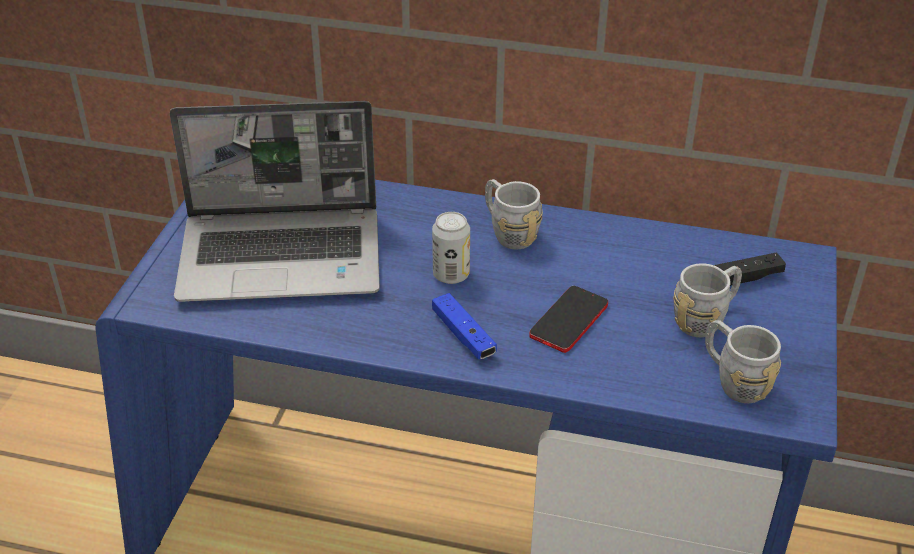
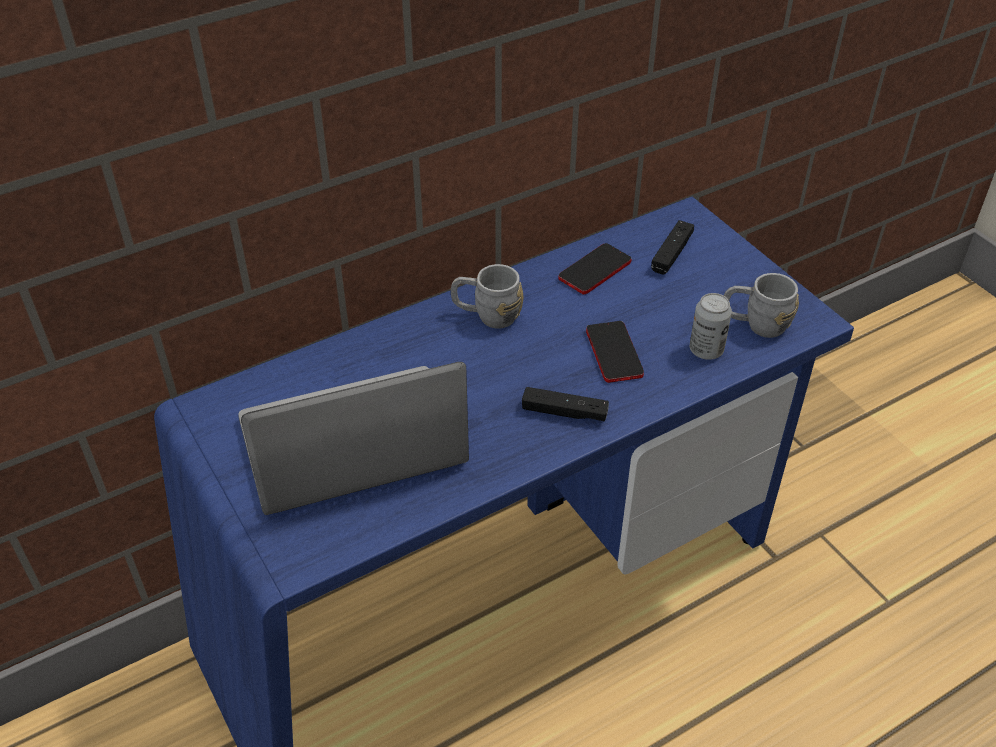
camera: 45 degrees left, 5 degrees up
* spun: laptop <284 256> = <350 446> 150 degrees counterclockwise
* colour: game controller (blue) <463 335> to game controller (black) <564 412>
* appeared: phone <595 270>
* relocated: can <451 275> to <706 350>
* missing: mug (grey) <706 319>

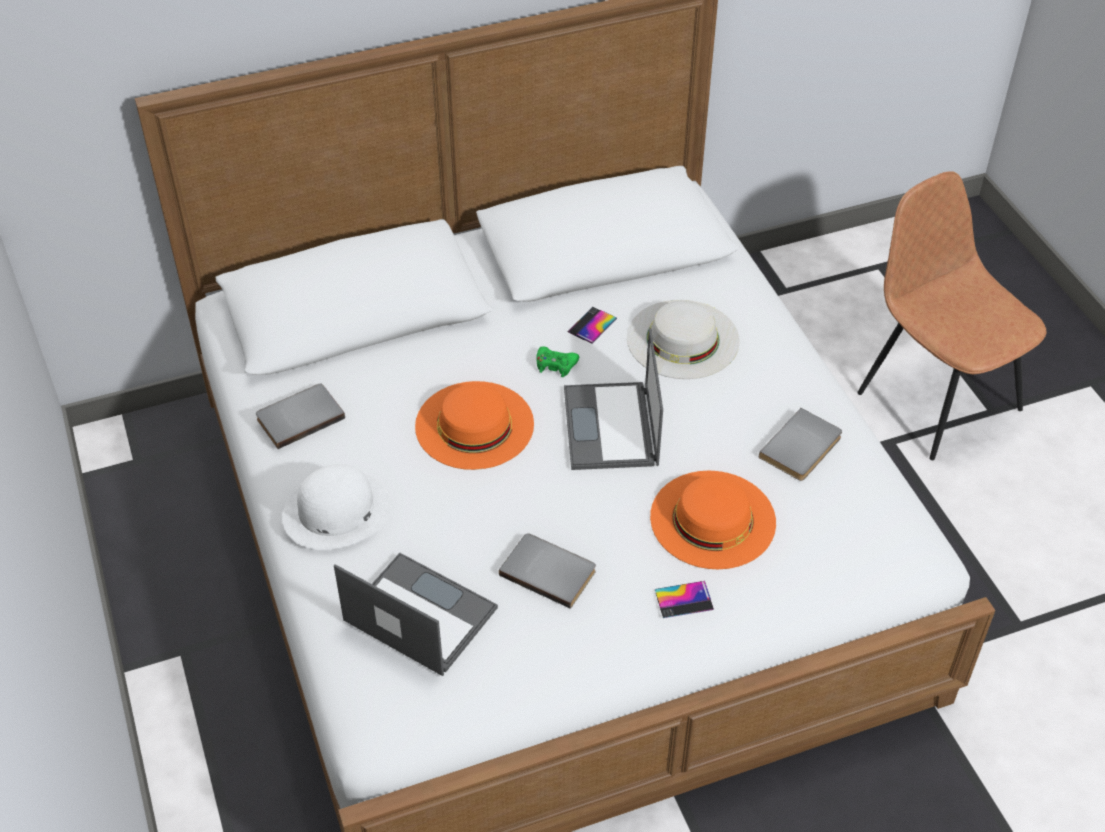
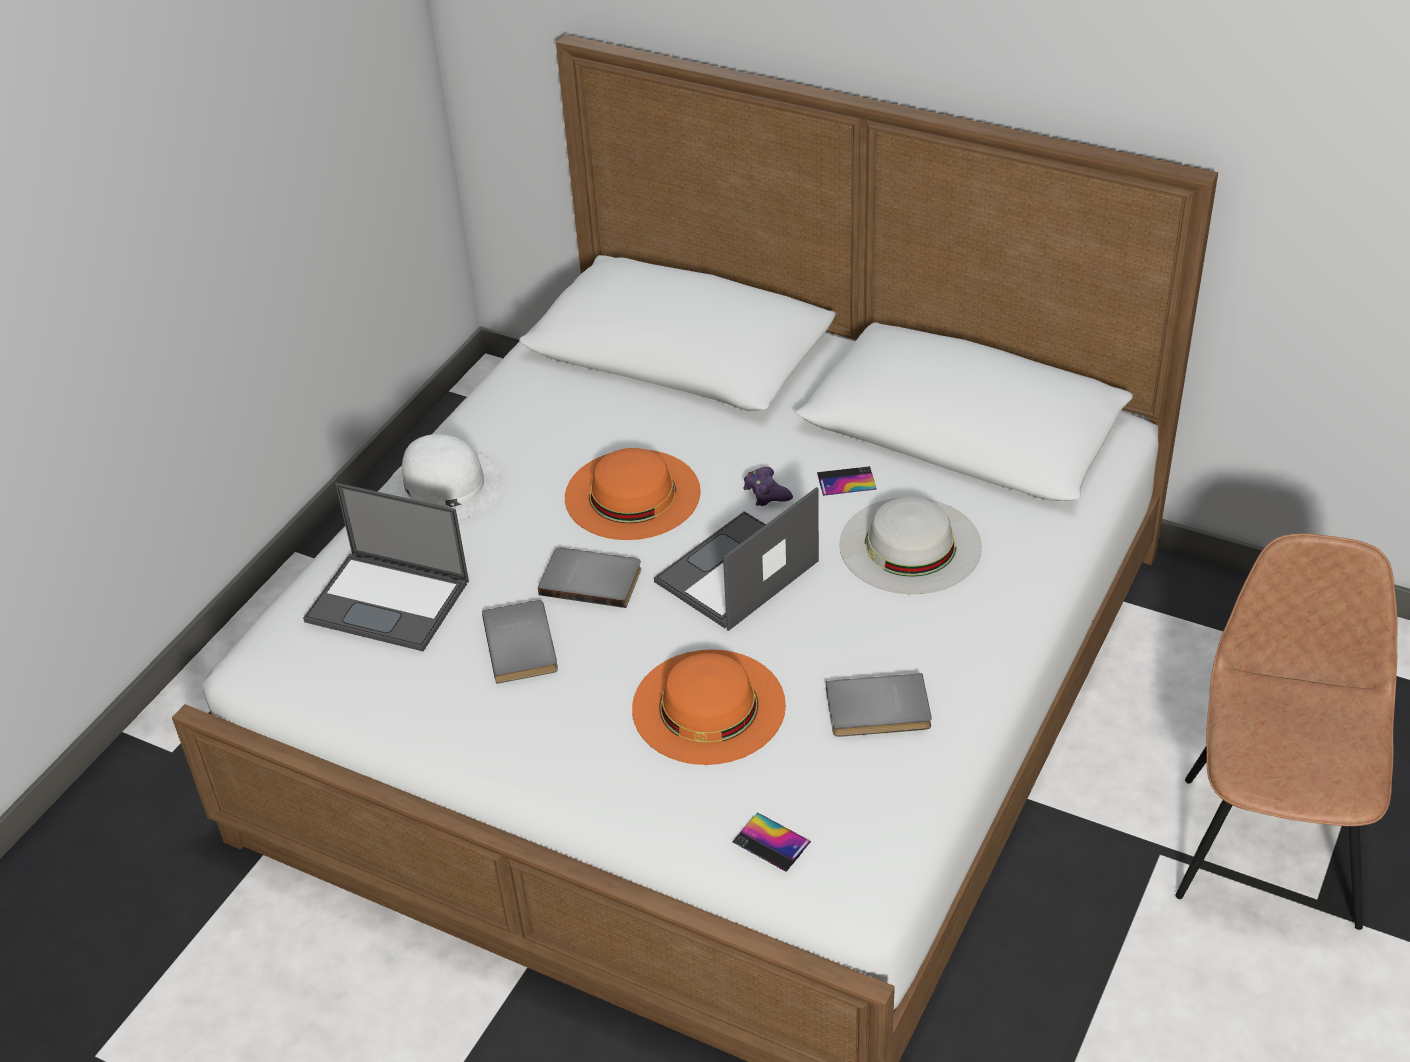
camera: 50 degrees right, 5 degrees down
* spun: laptop <418 614> = <390 601> 120 degrees clockwise
* relocated: book (grey) <299 416> to <591 579>
* relocated: phone <683 599> to <771 842>
* colour: game controller (green) <555 365> to game controller (purple) <766 492>

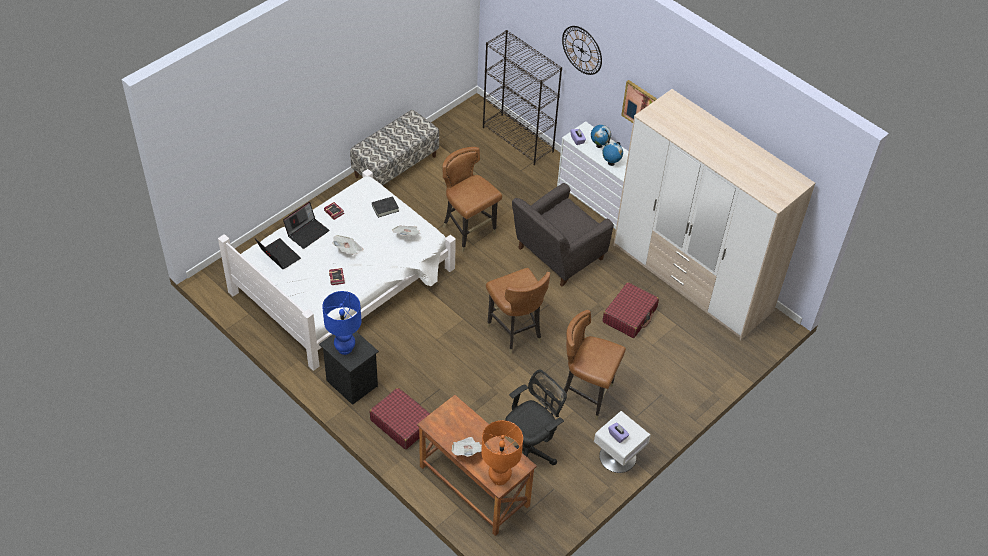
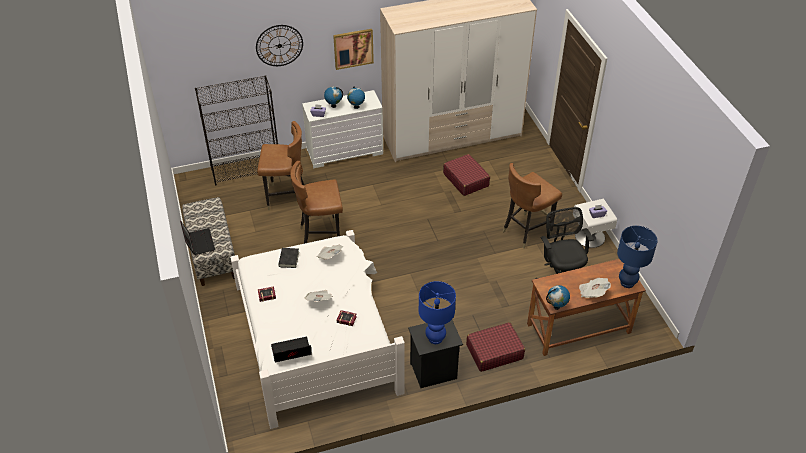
camera: 60 degrees left, 5 degrees down
* relocated: laptop <307 232> to <198 242>
* relocated: chair (brown) <515 332> to <285 197>
* appeared: globe <556 307>
* colour: table lamp (orange) <499 478> to table lamp (blue) <627 283>
* missing: armchair (grey) <557 256>

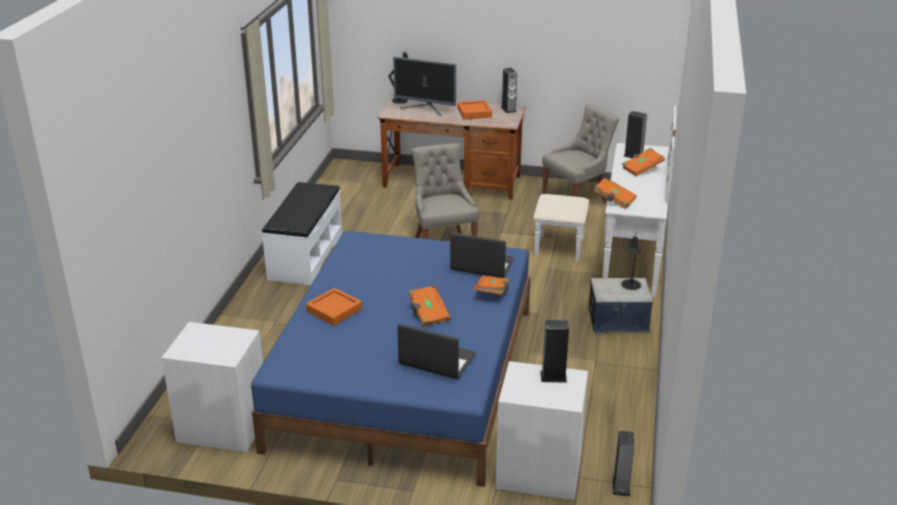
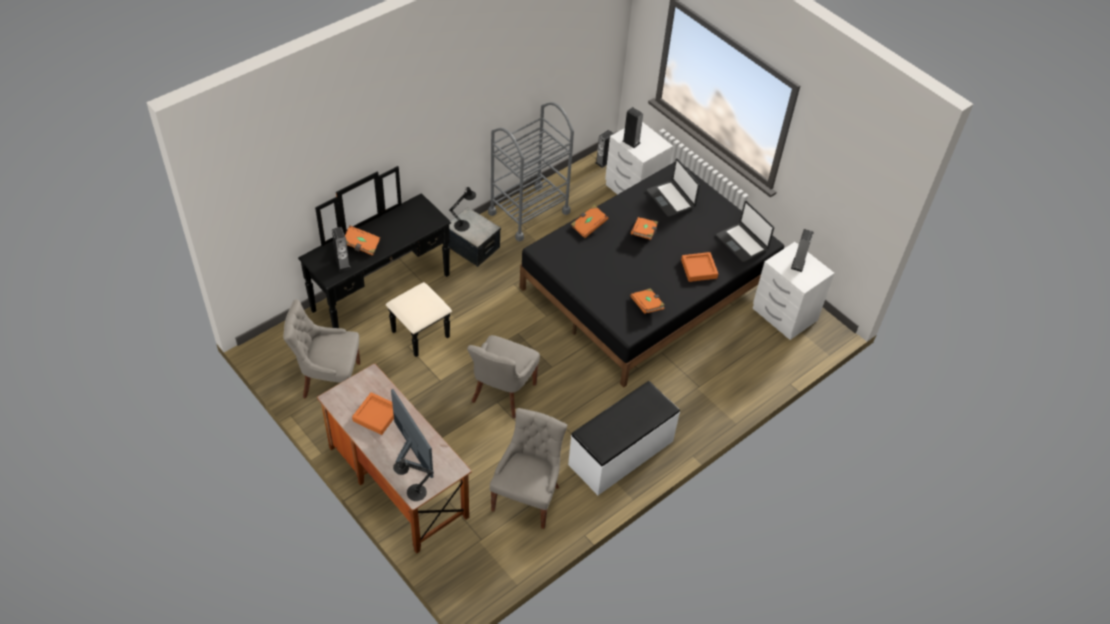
camera: 145 degrees left, 20 degrees up
* colour: dresser (white) <615 253> to dresser (black) <390 301>
* appeared: cart (grey) <529 212>
* appeared: chair (grey) <527 497>
* colour: bed (blue) <405 376> to bed (black) <648 287>
* relocated: book (orange) <614 200> to <647 305>
* relocated: laptop <482 265> to <742 243>
* relocated: speaker <508 109> to <798 264>

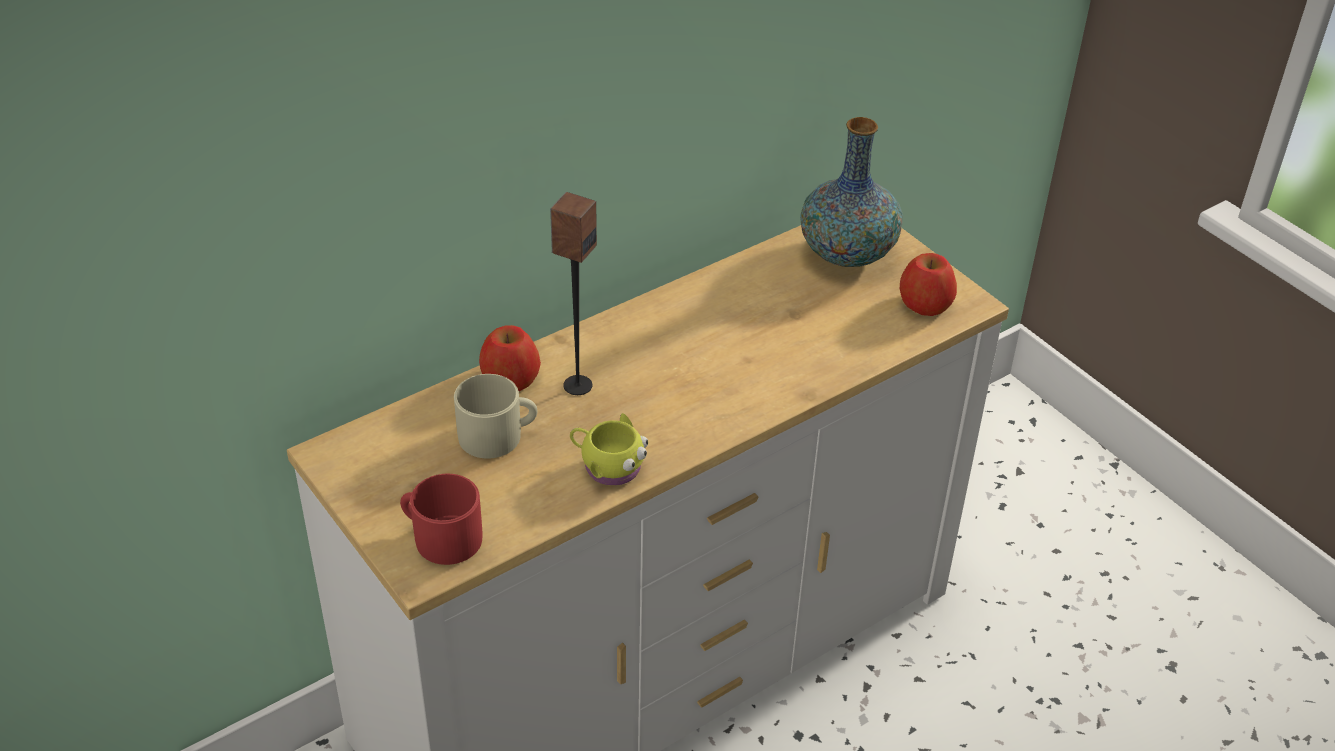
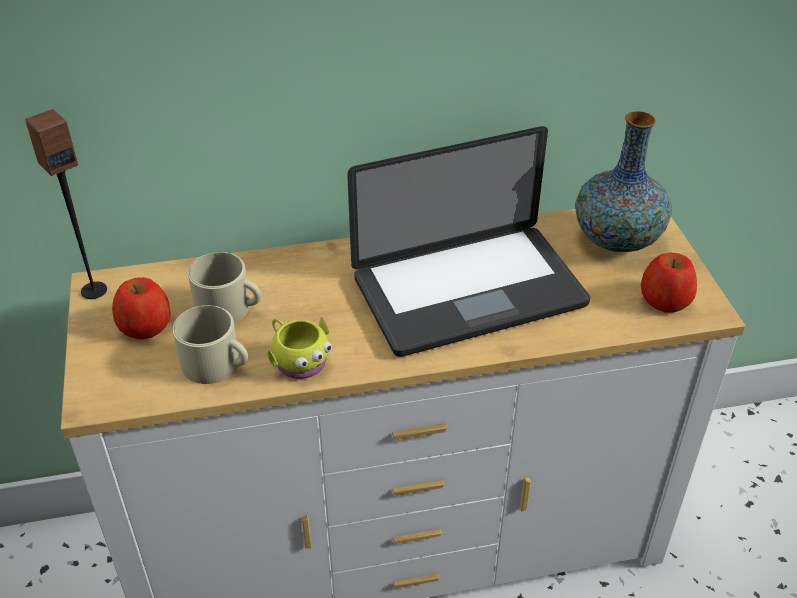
camera: 25 degrees right, 0 degrees up
* relocated: speaker <577 385> to <93 290>
* relocated: apple <511 377> to <145 325>
* appeared: mug (beige) <217 365>
* appeared: laptop <469 292>
* missing: mug (red) <441 536>

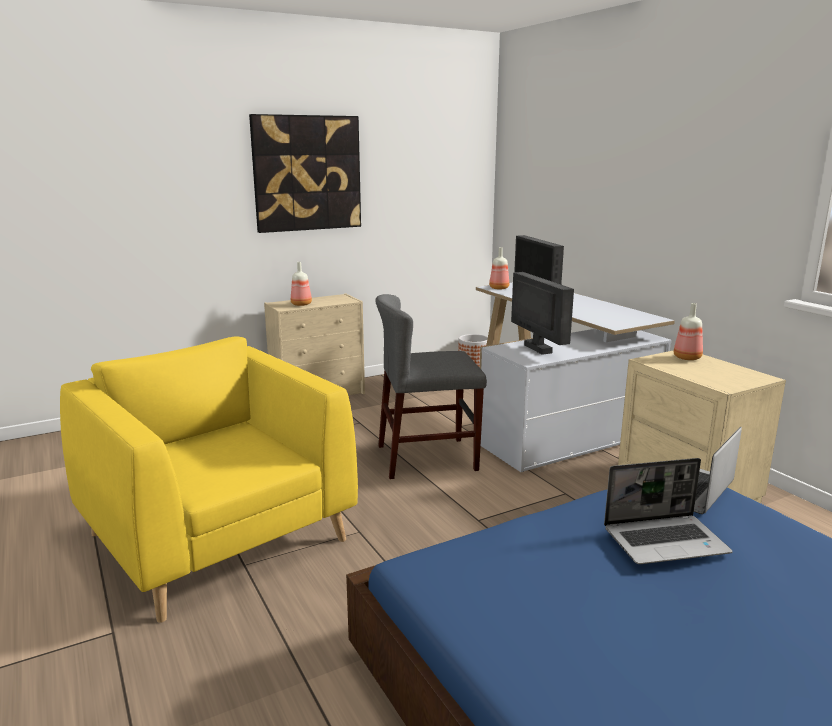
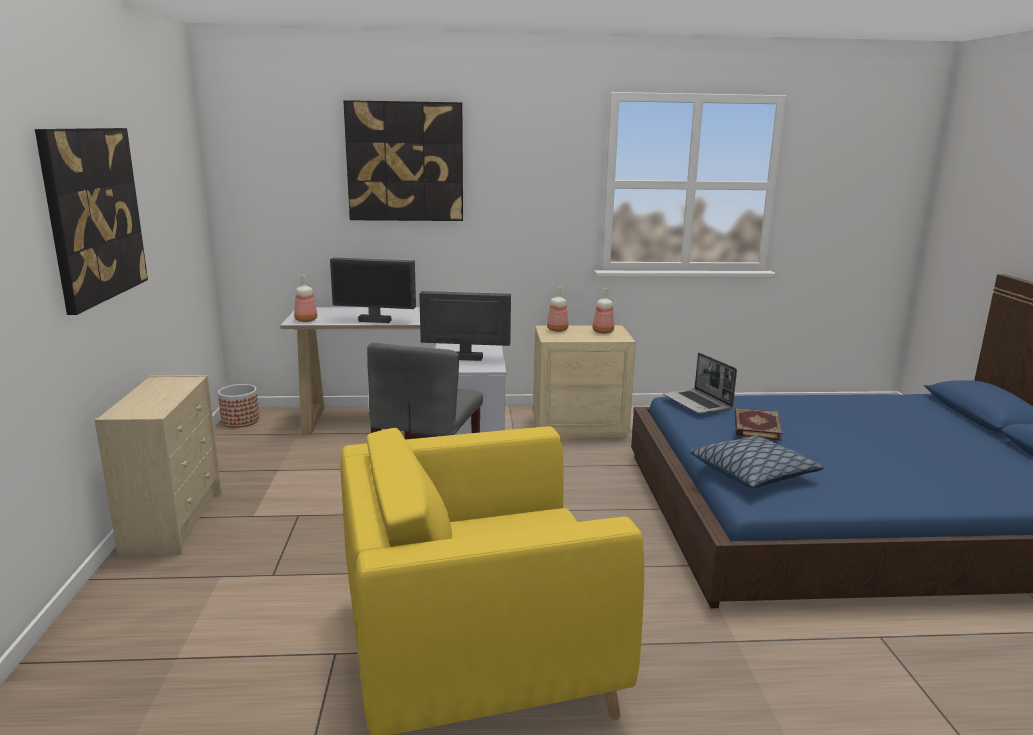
camera: 65 degrees left, 0 degrees up
* appeared: picture <405 162>
* relocated: bottle <301 304> to <602 332>
* appeared: pillow <752 473>
* exchanged: laptop <666 541> to book <755 426>

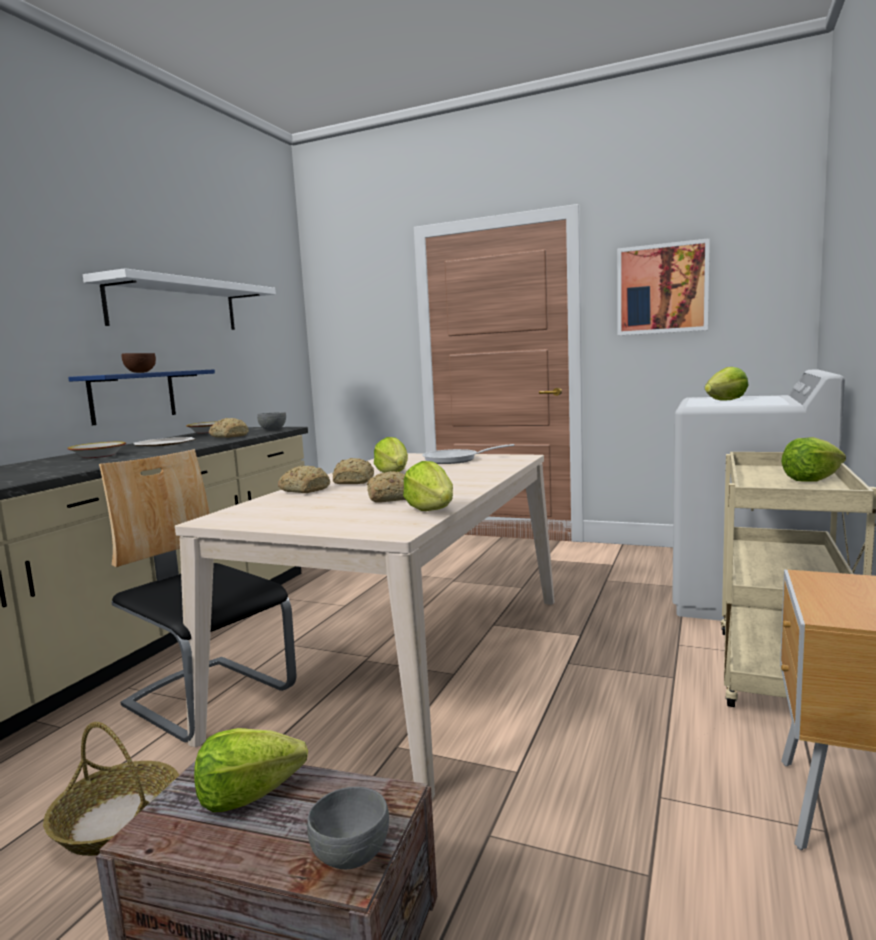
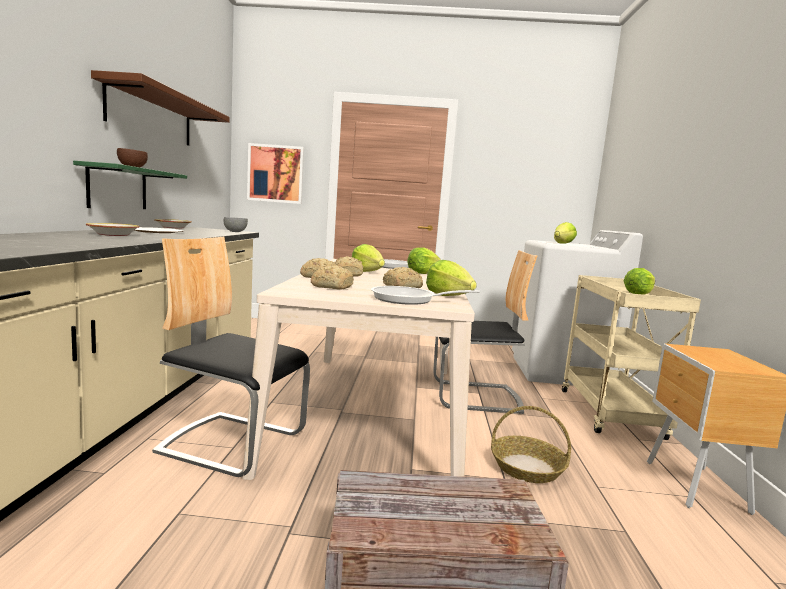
camera: 20 degrees left, 0 degrees up
* colour: shelf (blue) <133 396> to shelf (green) <118 188>
* colour: shelf (white) <174 306> to shelf (brown) <151 115>
* relocated: picture <662 289> to <276 174>
* relocated: bread <229 436> to <331 287>
* appeared: frying pan <409 300>
* relocated: lettuce <248 795> to <422 273>
* appeared: chair <475 396>
* relocated: basket <117 821> to <526 467>
* missing: bowl (grey) <351 857>

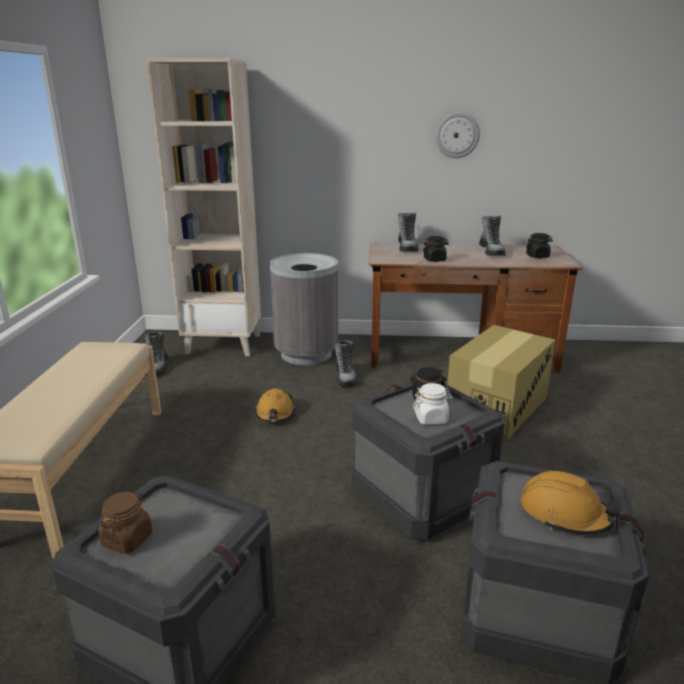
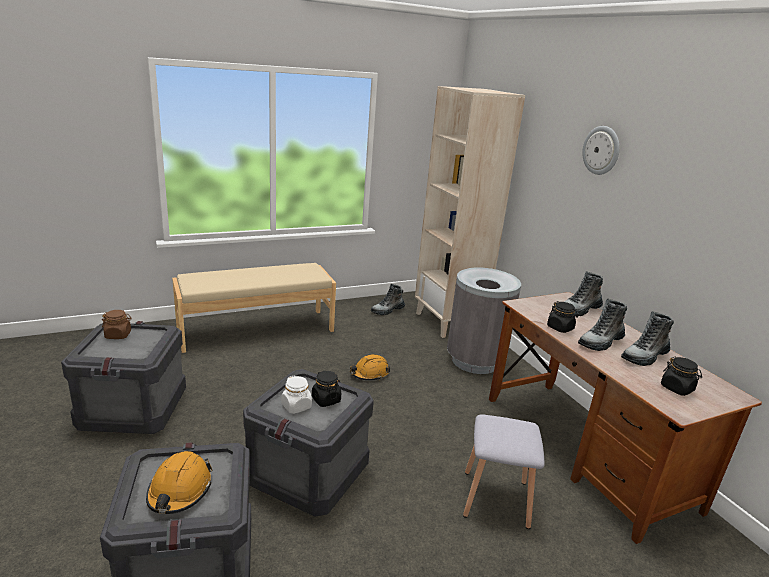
camera: 60 degrees right, 0 degrees up
* exchanged: cardboard box <497 406> to stool (grey) <495 497>
* relocated: boot <345 377> to <601 342>
* relocated: wall clock <457 135> to <601 150>

